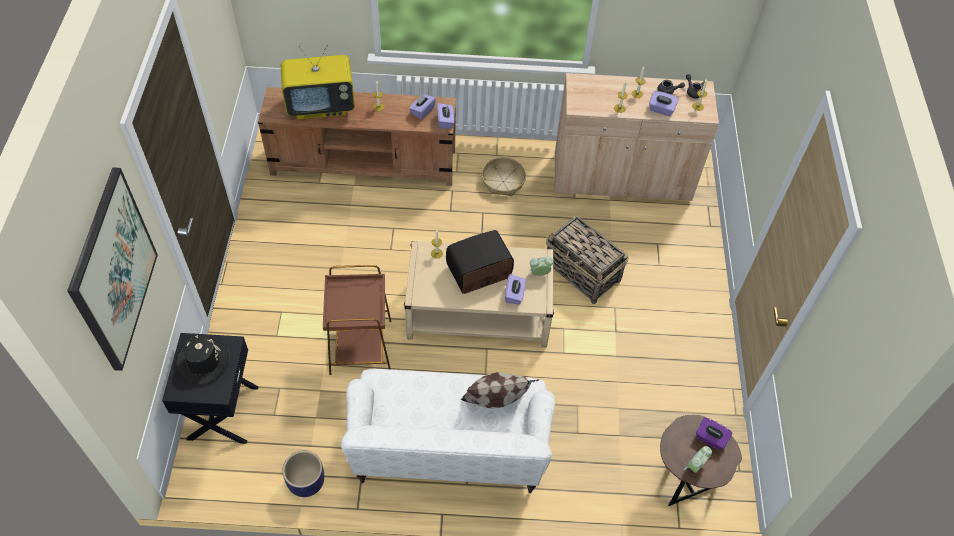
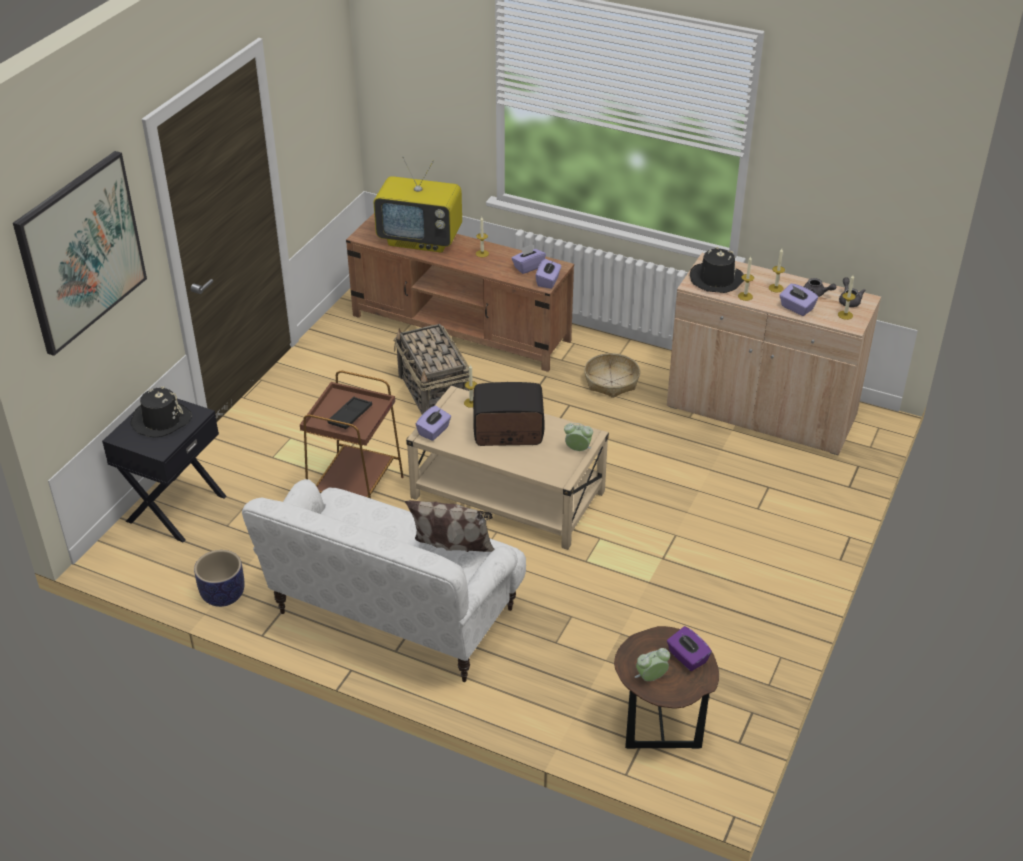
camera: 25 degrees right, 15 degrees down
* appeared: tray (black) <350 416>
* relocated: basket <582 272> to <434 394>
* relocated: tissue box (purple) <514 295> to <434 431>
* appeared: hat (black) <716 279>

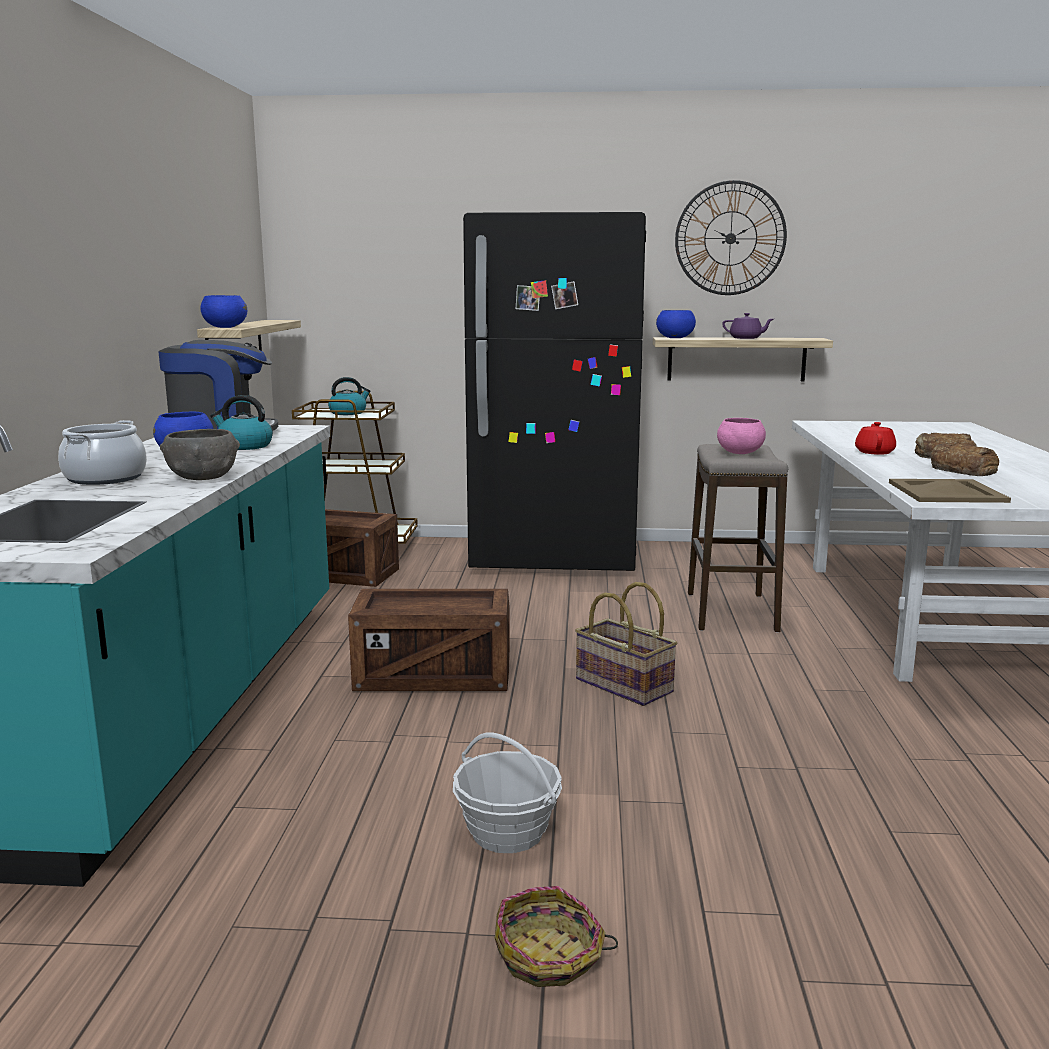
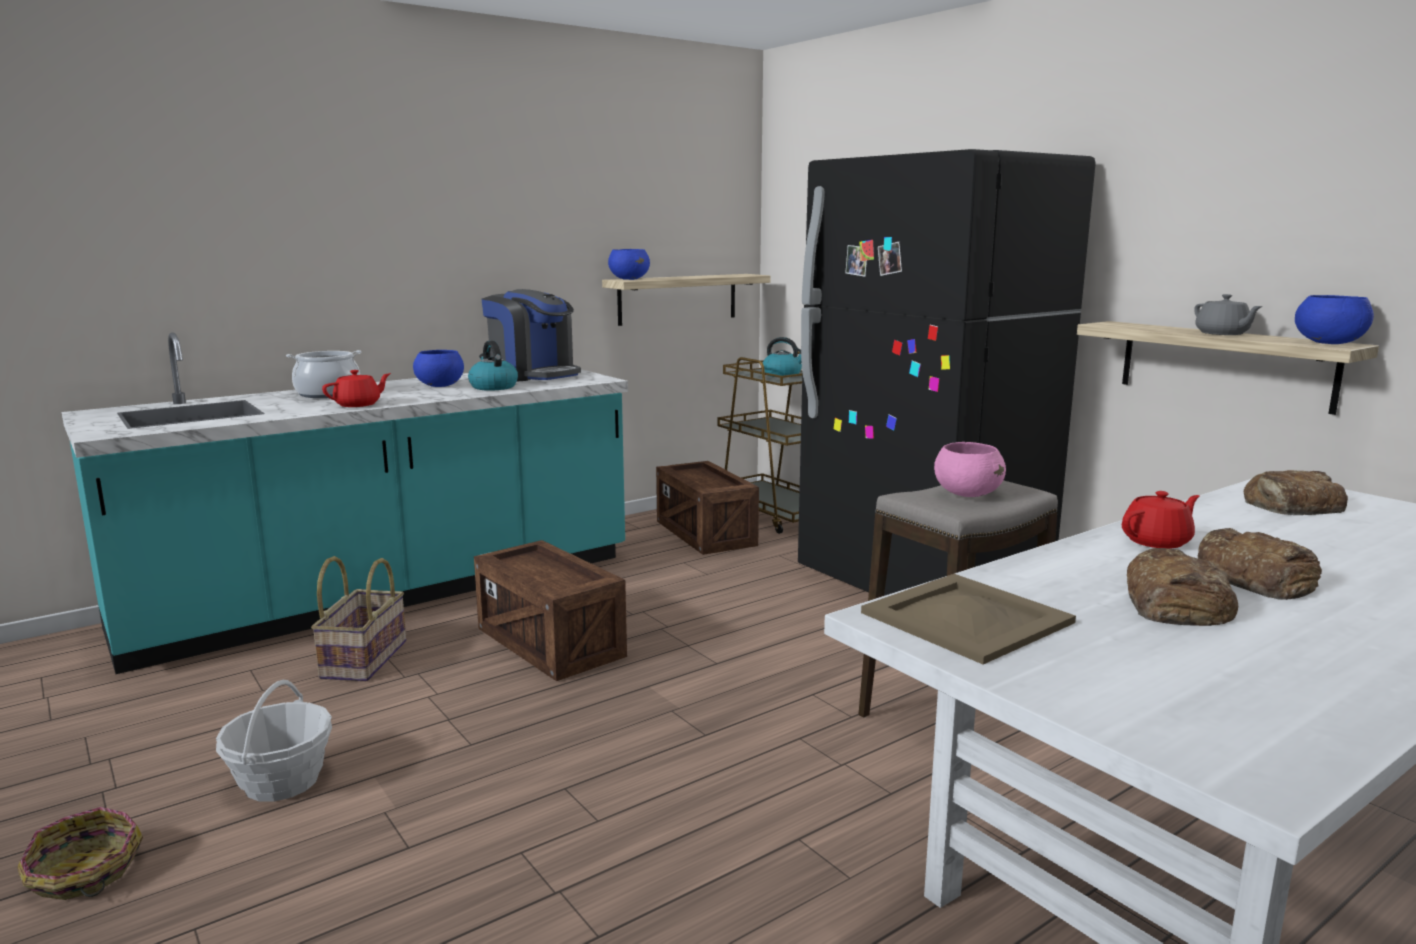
camera: 50 degrees right, 0 degrees up
* relocated: basket <622 686> to <363 659>
* exchanged: bowl (grey) <202 478> to teapot (red) <358 404>
* colour: teapot (purple) <746 338> to teapot (grey) <1222 334>
* appeared: bread <1291 505>
* relocated: bowl (blue) <675 338> to <1329 343>
* missing: wall clock <730 238>

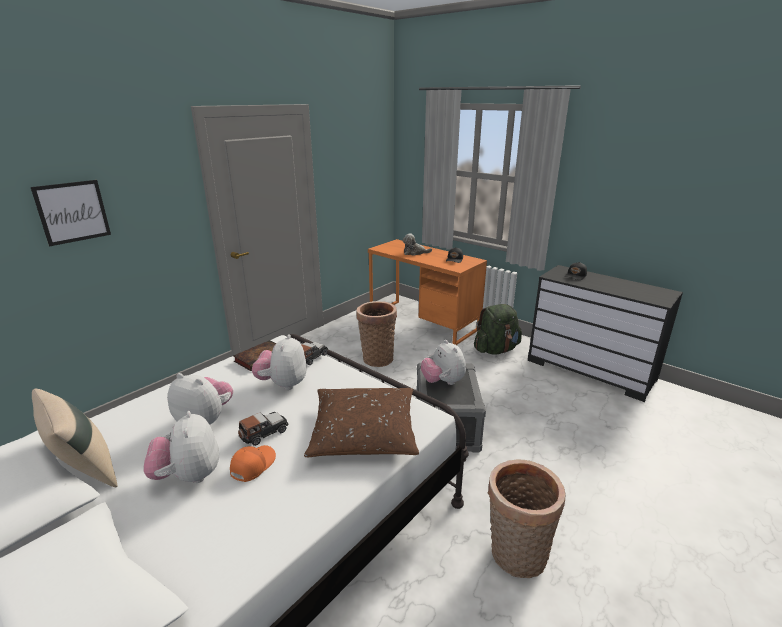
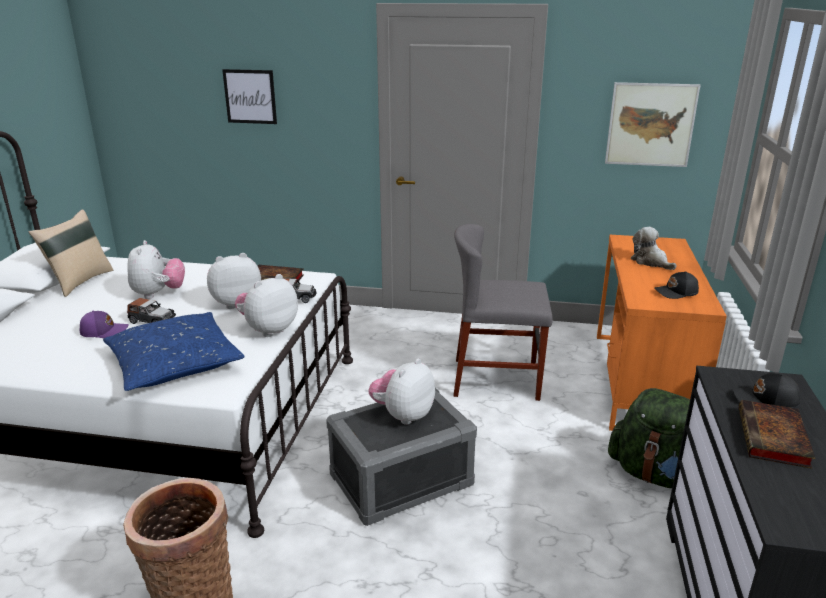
camera: 60 degrees right, 0 degrees up
* colour: cap (orange) <252 465> to cap (purple) <104 331>
* colour: pillow (brown) <364 432> to pillow (blue) <175 363>
* relocated: plush toy <189 476> to <268 330>
* exchanged: basket <377 358> to chair (grey) <496 379>
* appeared: picture <650 125>
* appeared: book <774 439>

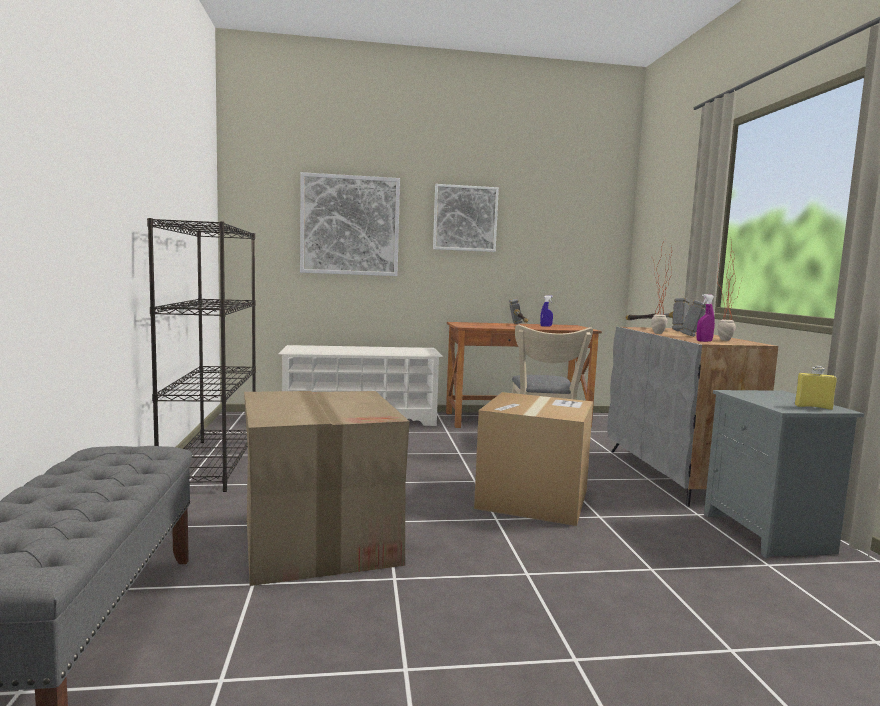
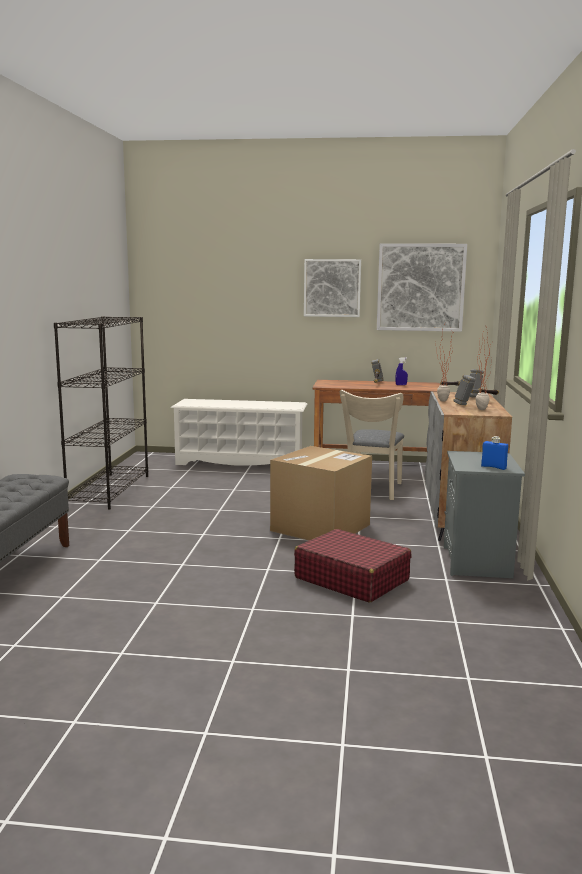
camera: 15 degrees right, 5 degrees up
* appeared: suitcase (red) <351 579>
* relocated: picture <350 225> to <420 287>
* colour: bottle (yellow) <813 407> to bottle (blue) <493 467>
* missing: cardboard box <320 540>
* missing: spray bottle (purple) <704 341>

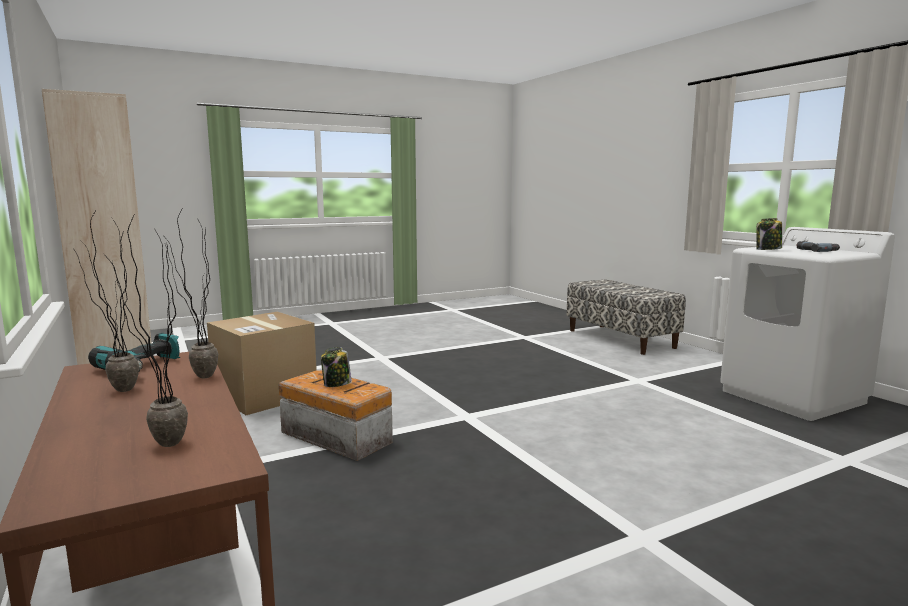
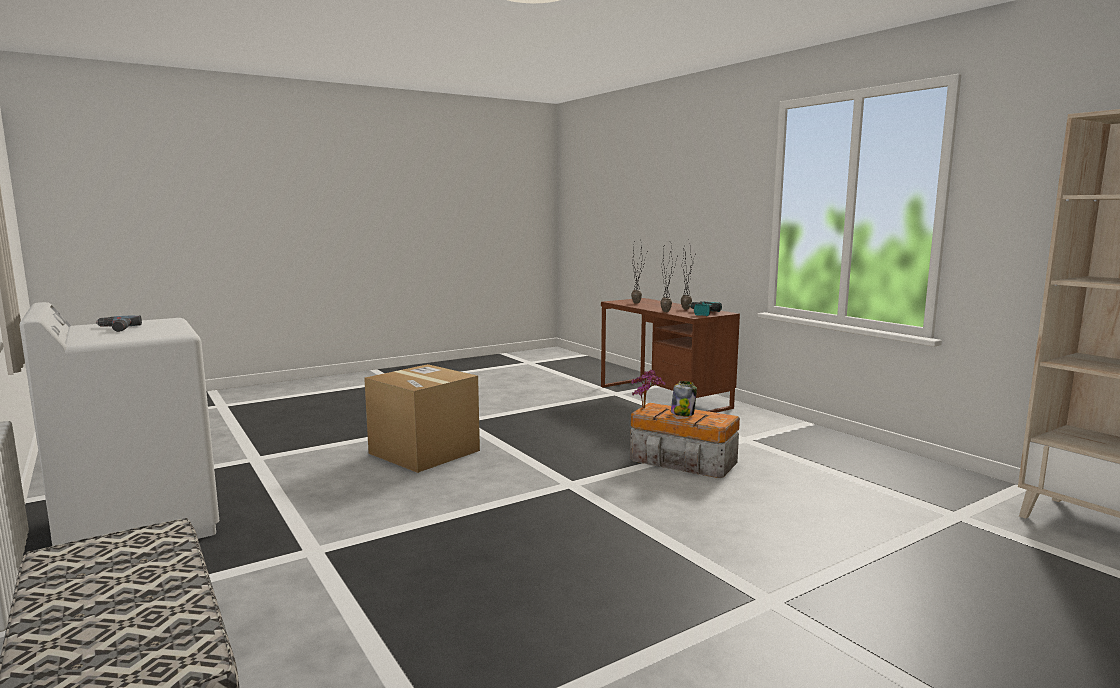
camera: 175 degrees right, 0 degrees up
* relocated: cardboard box <265 395> to <424 452>
* appeared: potted plant <646 408>
* missing: jar <768 249>

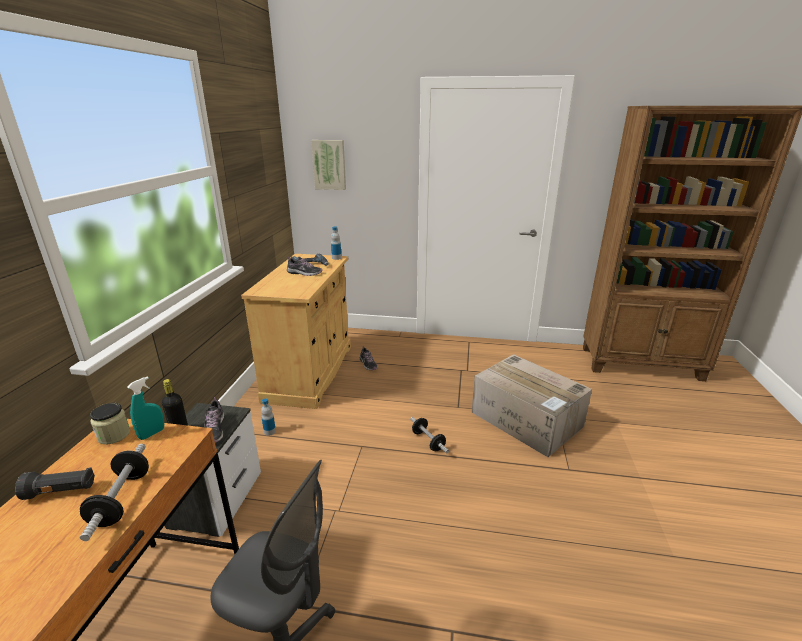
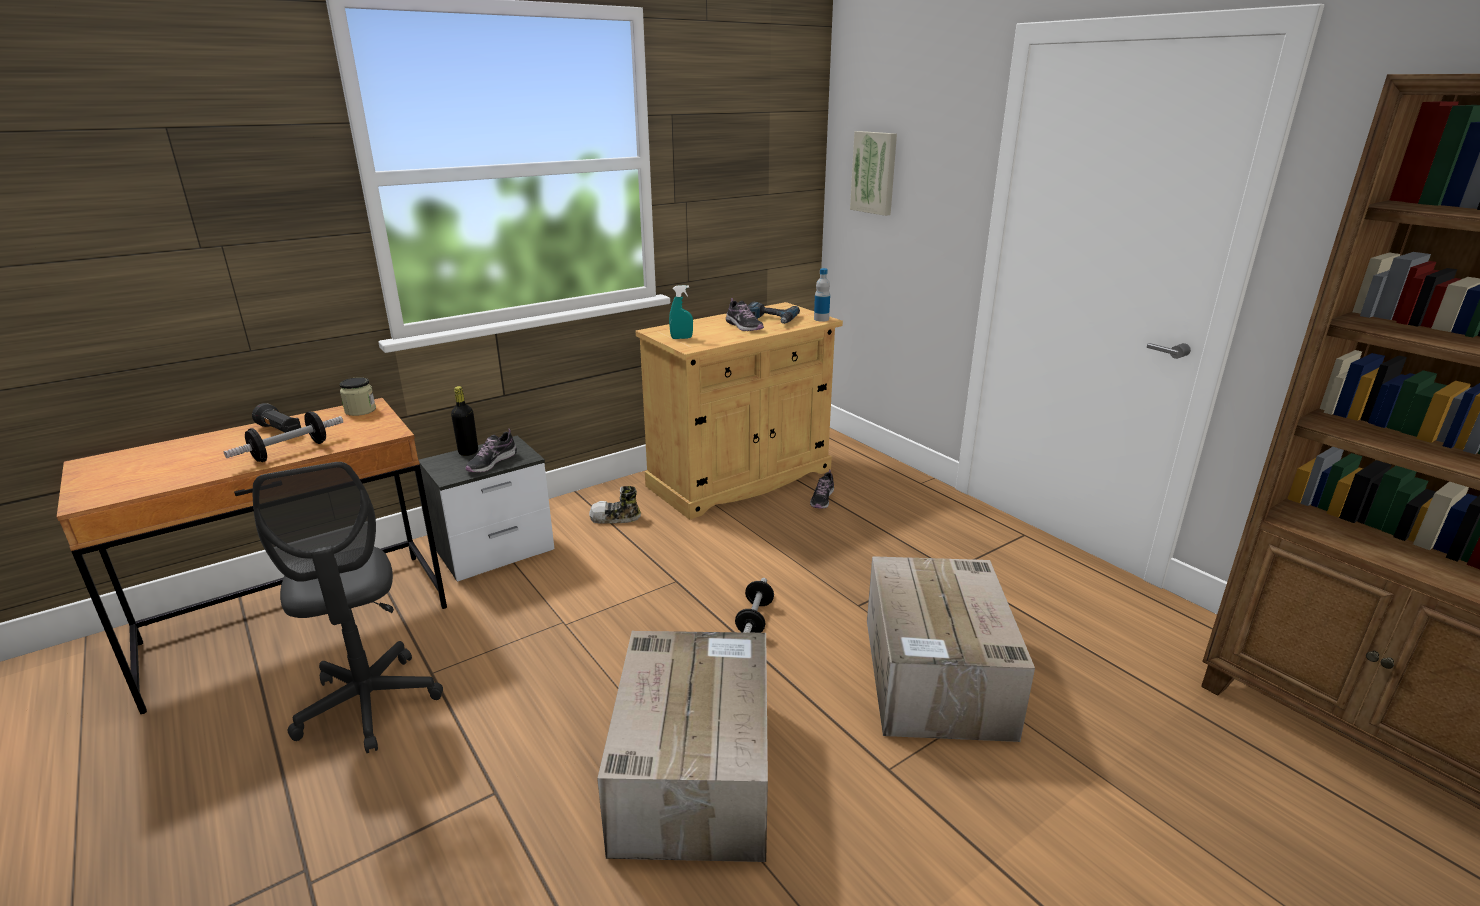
camera: 45 degrees right, 0 degrees up
* exchanged: bottle <269 431> to shoe <615 518>
* appeared: cardboard box <693 770>
* relocated: spray bottle (turquoise) <152 434> to <681 338>

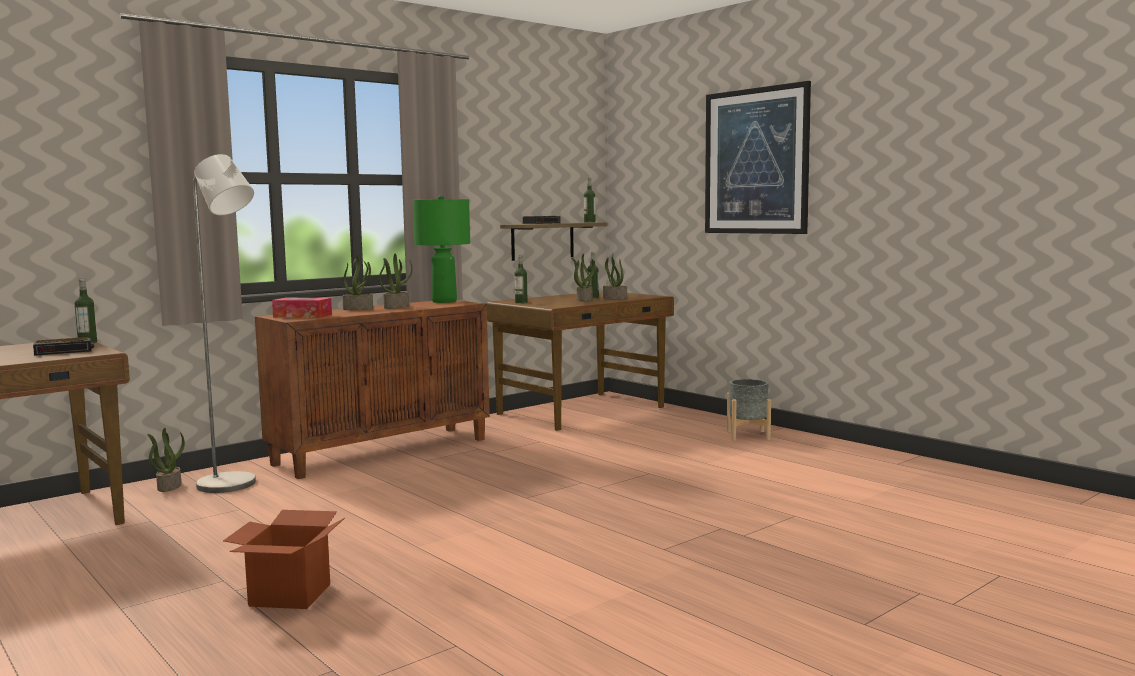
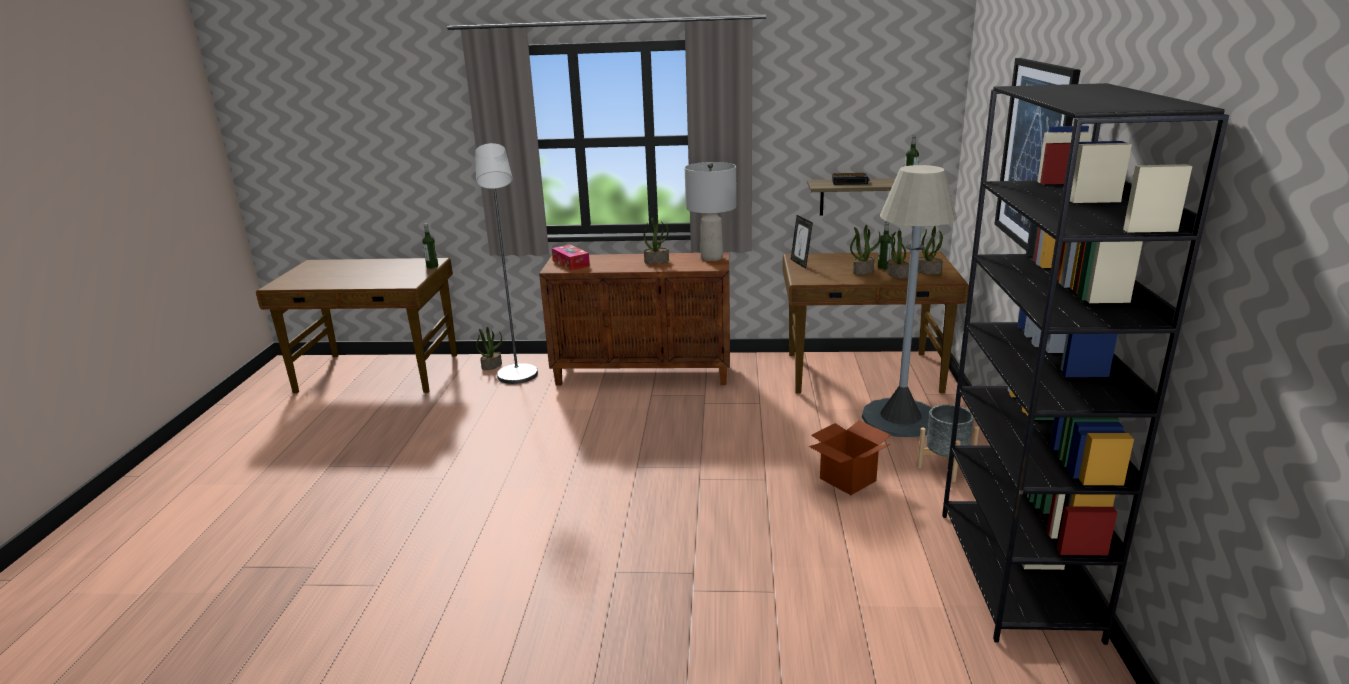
camera: 45 degrees right, 15 degrees up
* colour: table lamp (green) <444 301> to table lamp (grey) <712 258>
* exchanged: bottle <521 302> to picture frame <800 263>
* relocated: cardboard box <290 595> to <848 479>
* appeared: floor lamp (grey) <900 418>
* relocated: potted plant <358 309> to <928 271>
* appeared: bookcase (black) <1017 573>
* missing: alarm clock <65 351>

